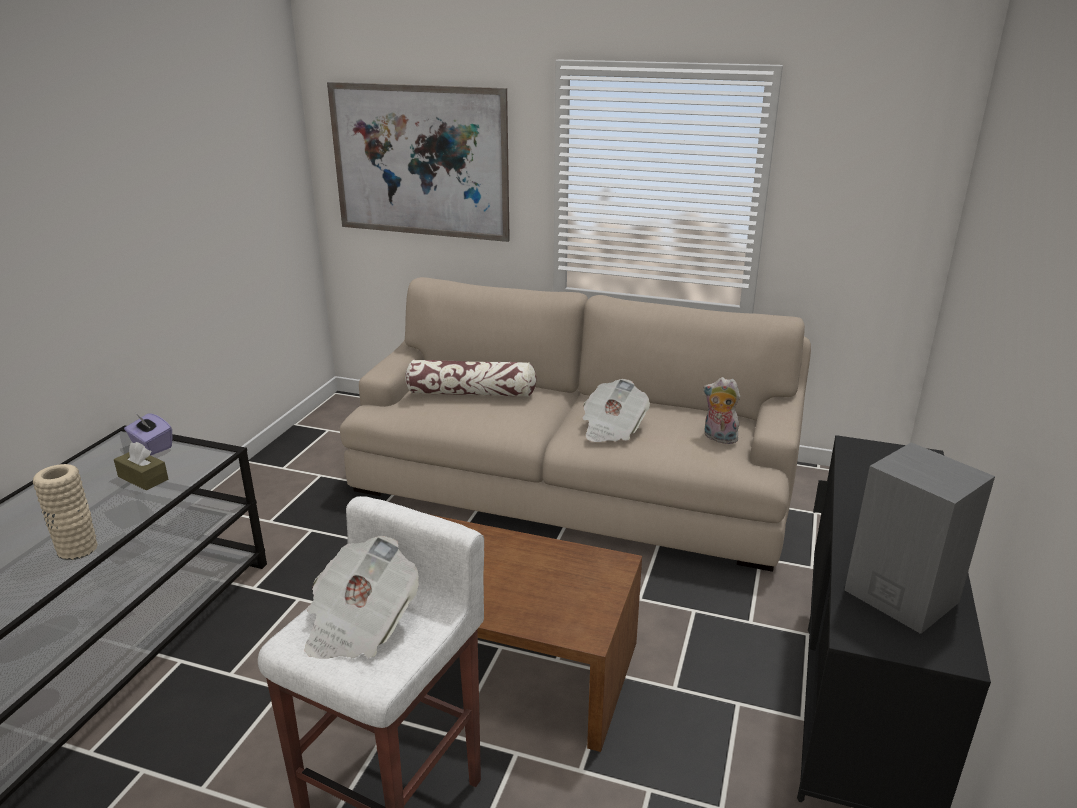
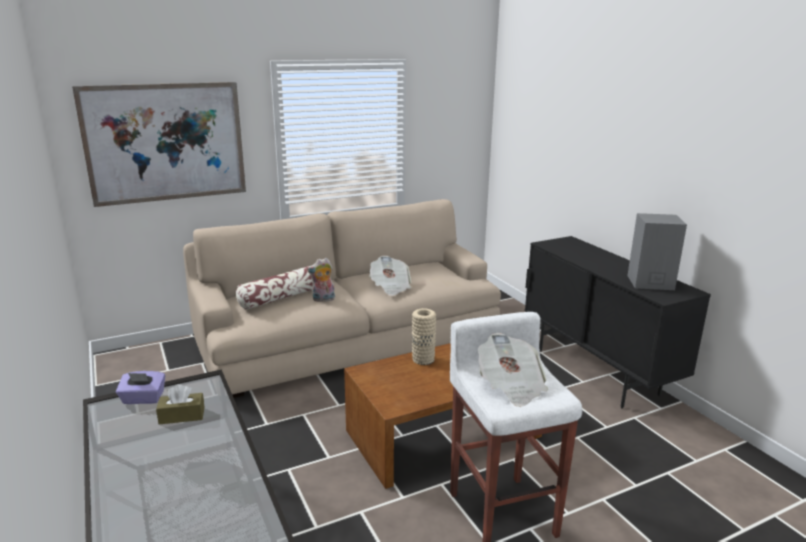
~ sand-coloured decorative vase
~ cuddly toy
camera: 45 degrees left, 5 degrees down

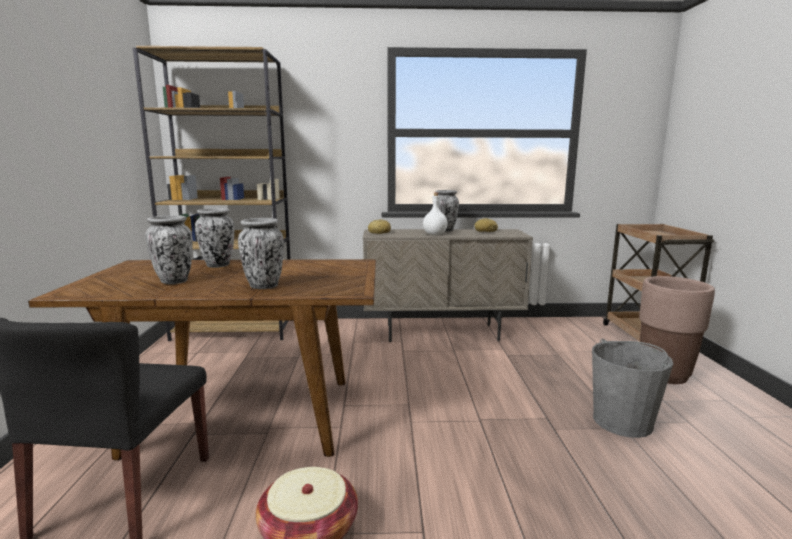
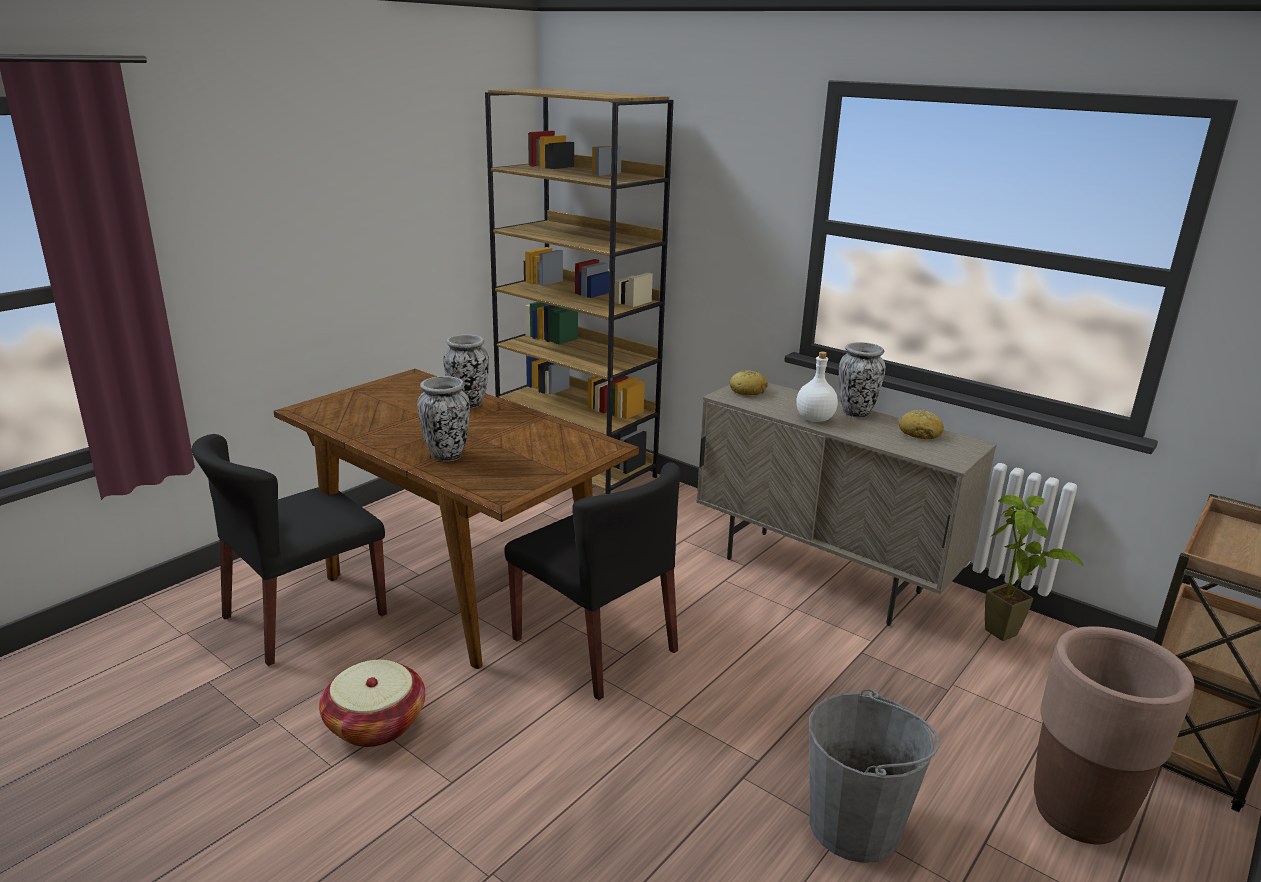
- decorative vase (no. 1 from left)
+ blackish chair (no. 2 from left)
+ plant in a pot
camera: 40 degrees right, 10 degrees up

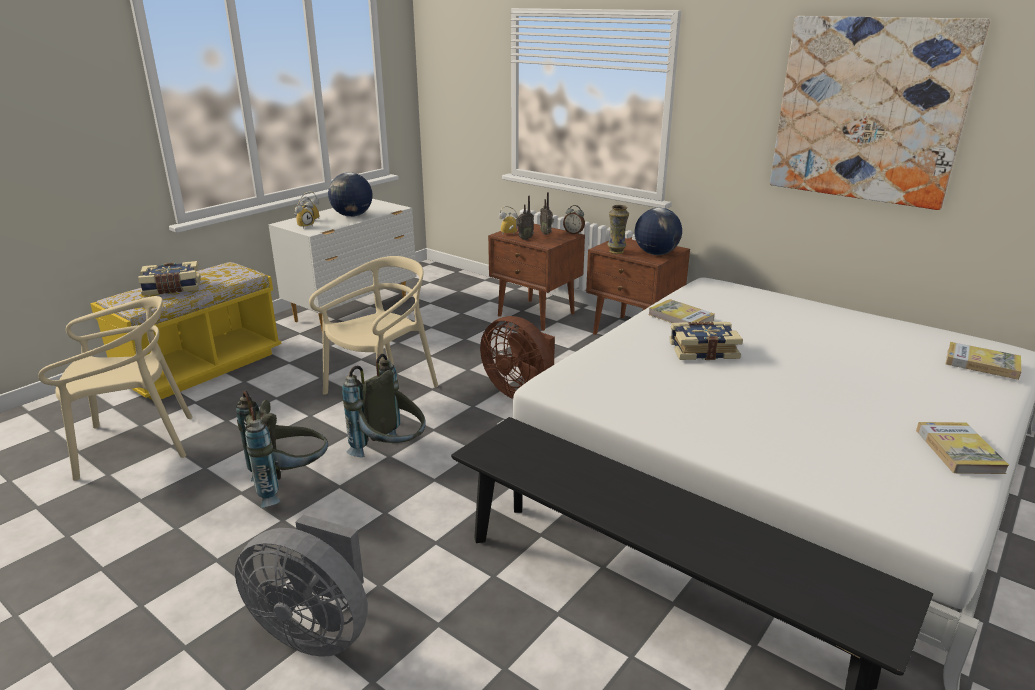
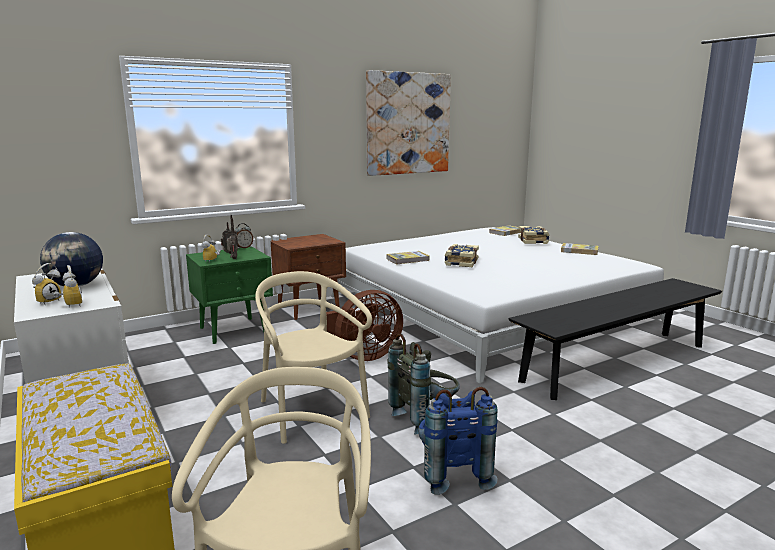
- gray electric fan
- decorative vase
- globe (no. 2 from left)
~ book (no. 1 from left in the first image) to book (no. 4 from left)
~ gray rucksack (no. 1 from left) to bluish rucksack
~ brown nightstand (no. 1 from left) to green-coloured nightstand
camera: 70 degrees left, 10 degrees down

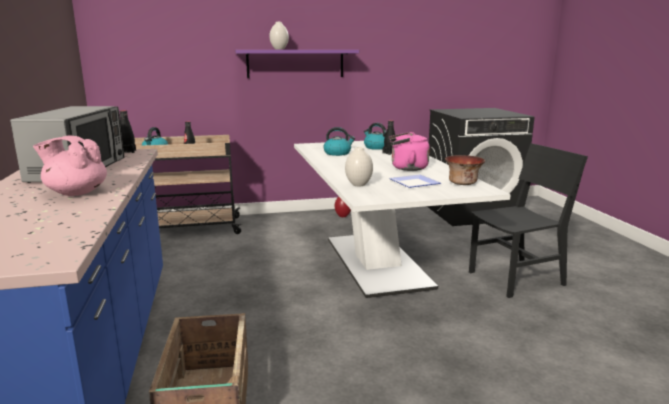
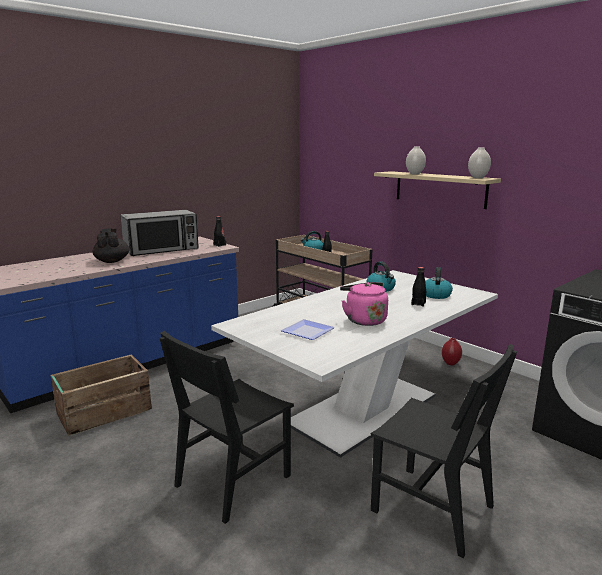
- serving bowl
+ blackish chair (no. 1 from left)
~ white-coloured decorative vase (no. 2 from left)
~ pink teapot to blackish teapot
~ purple wall shelf to sand-coloured wall shelf
camera: 60 degrees right, 0 degrees up

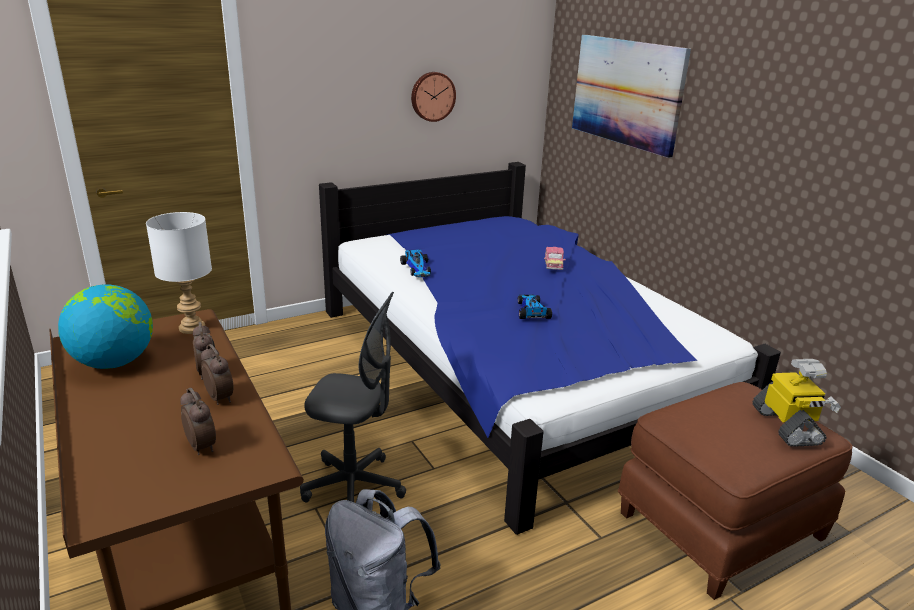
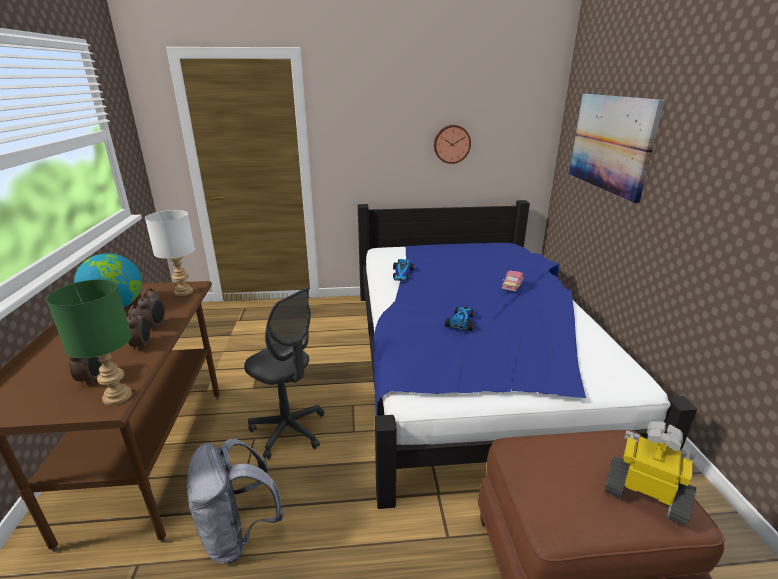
+ green-coloured tabletop lamp
~ robot figure 75 degrees counterclockwise
camera: 25 degrees right, 0 degrees up

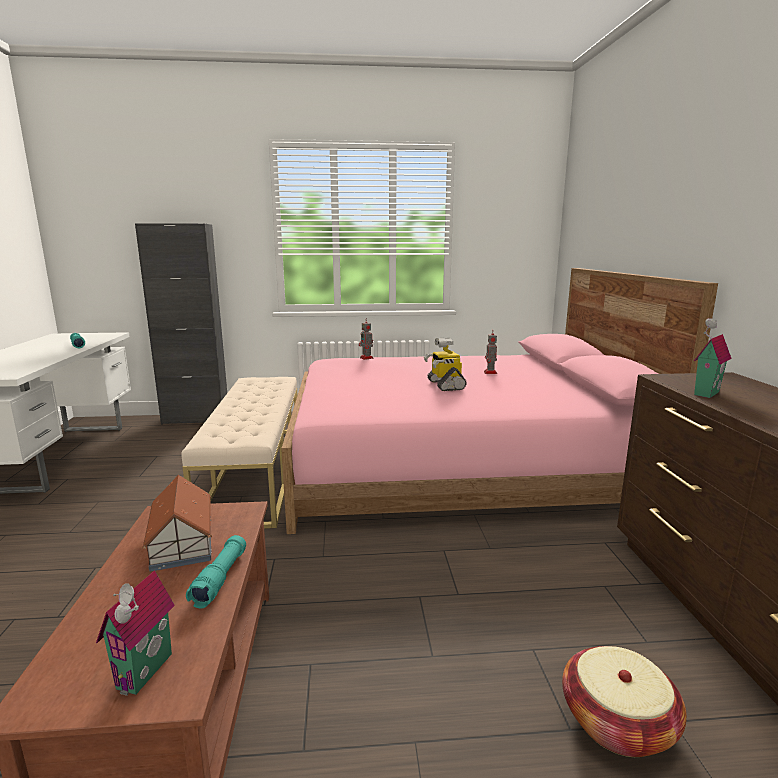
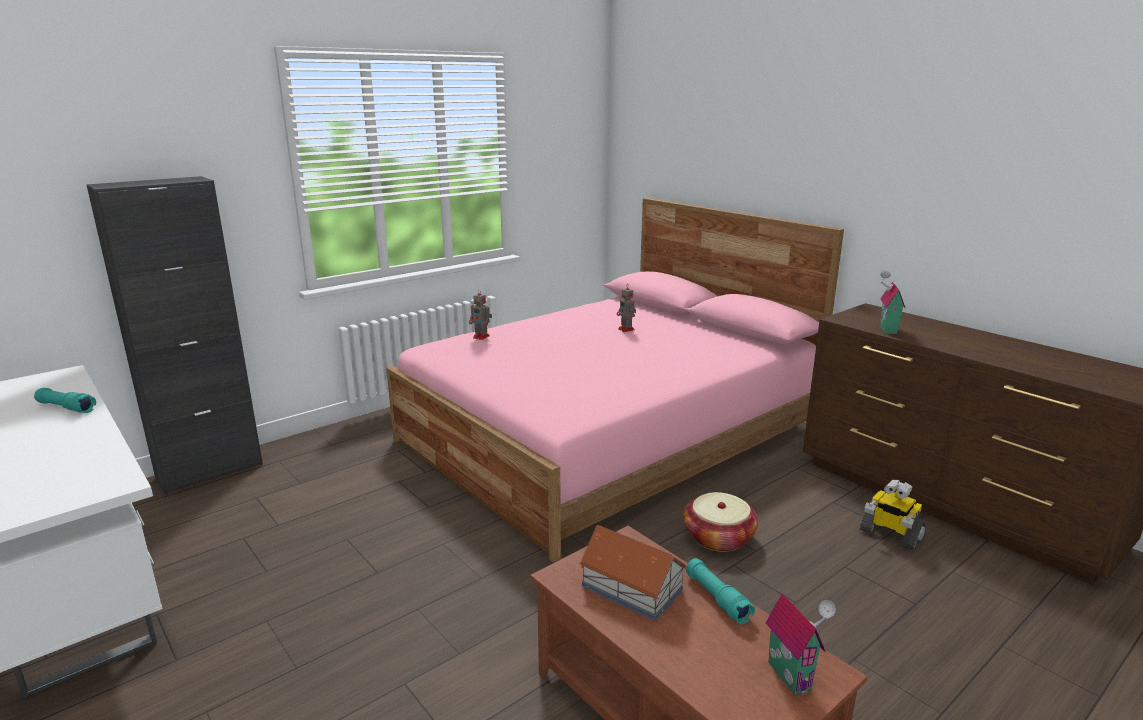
- sand-coloured long seat
~ robot figure (no. 2 from left in the first image) to robot figure (no. 3 from left)
~ household basket
camera: 35 degrees left, 5 degrees up

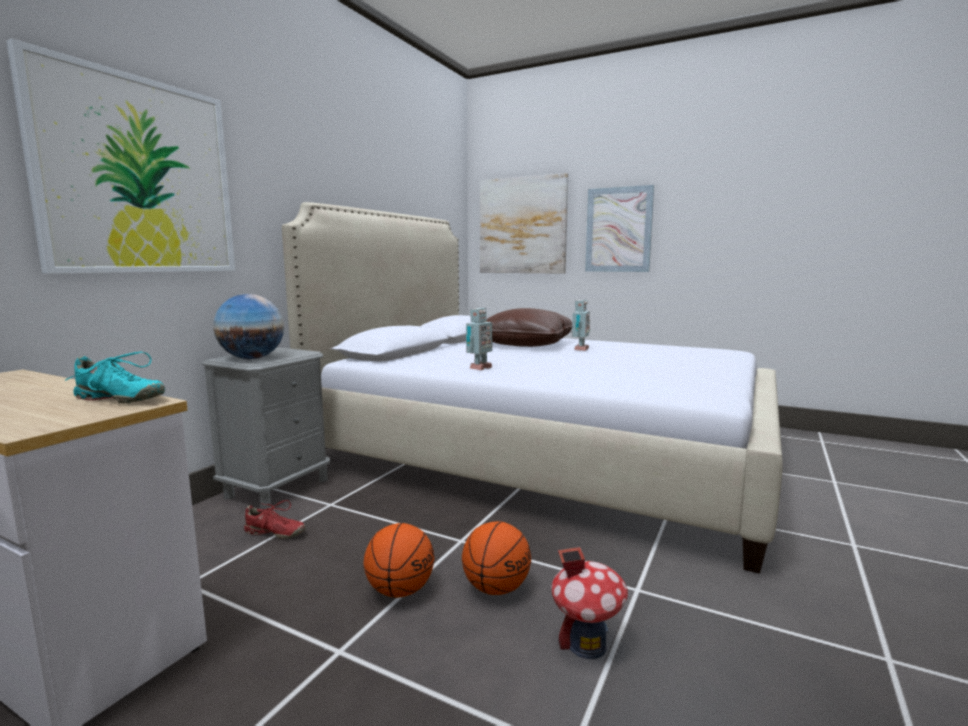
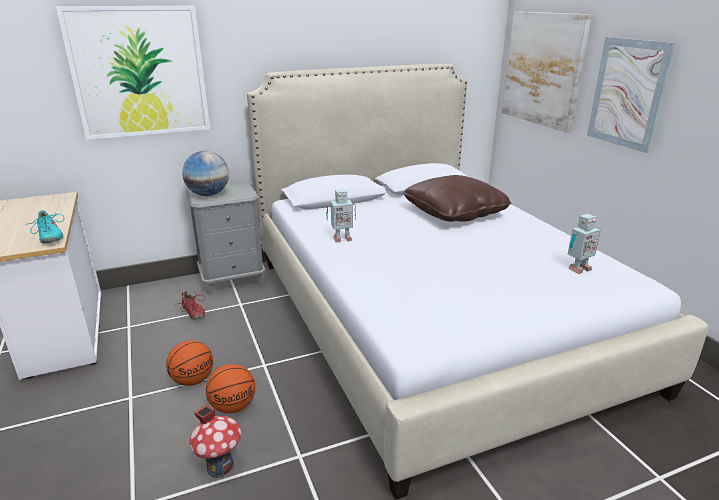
~ robot figure (no. 2 from left)
camera: 40 degrees right, 15 degrees up

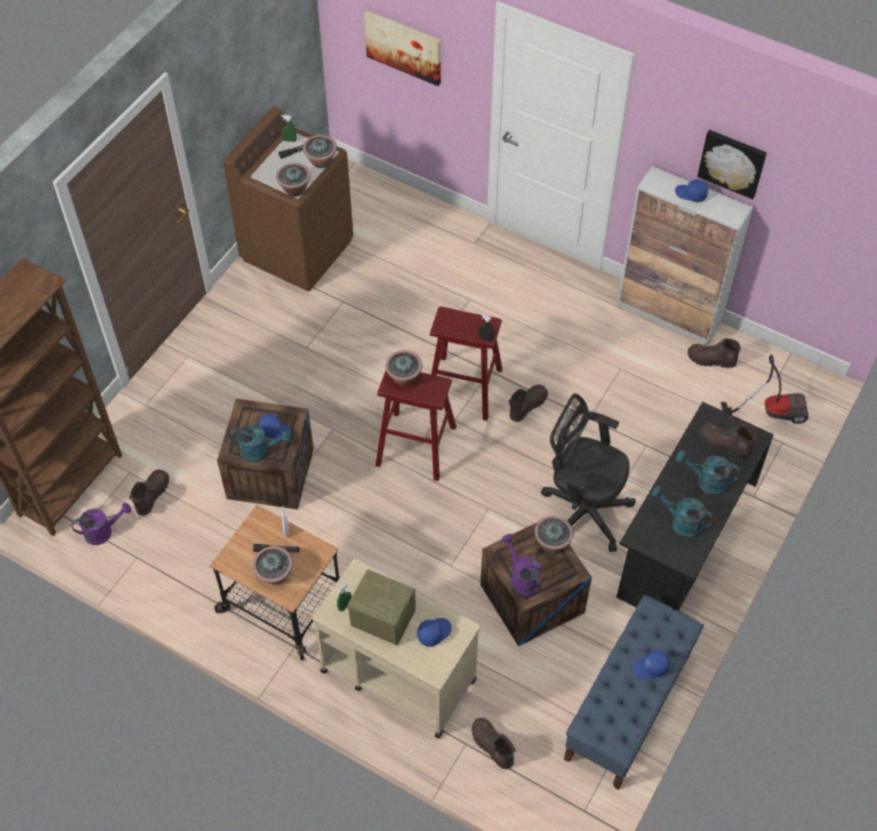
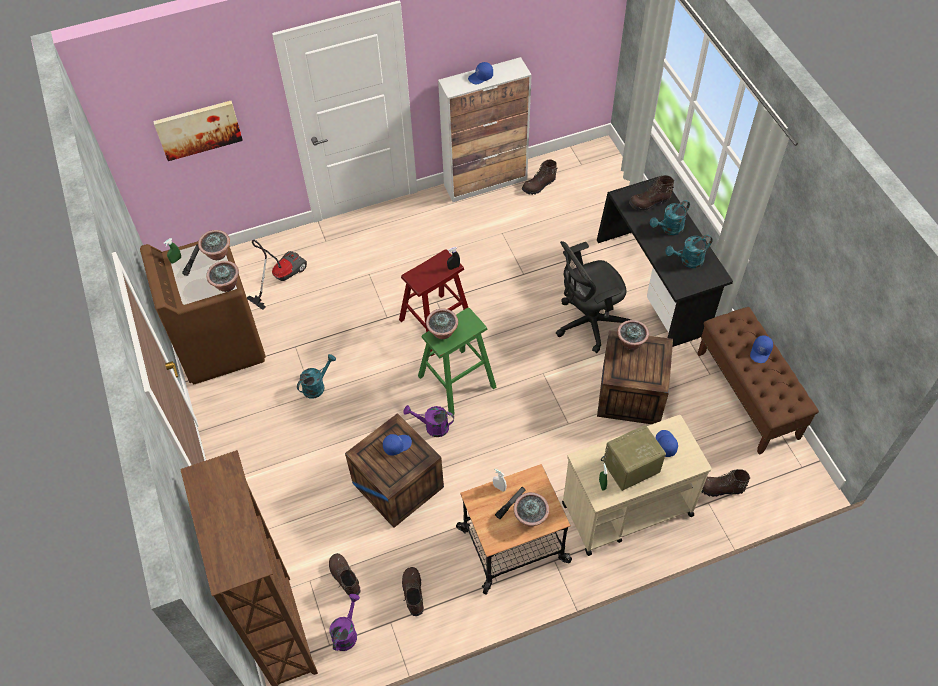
- wall picture (no. 2 from left)
~ turquoise sprinkling can (no. 1 from left)
~ purple sprinkling can (no. 2 from left)
~ brown tall boot (no. 3 from left in the first image) to brown tall boot (no. 2 from left)
~ vacuum
~ red stool (no. 1 from left) to green-coloured stool
~ bluish long seat to brown long seat
camera: 50 degrees left, 0 degrees up

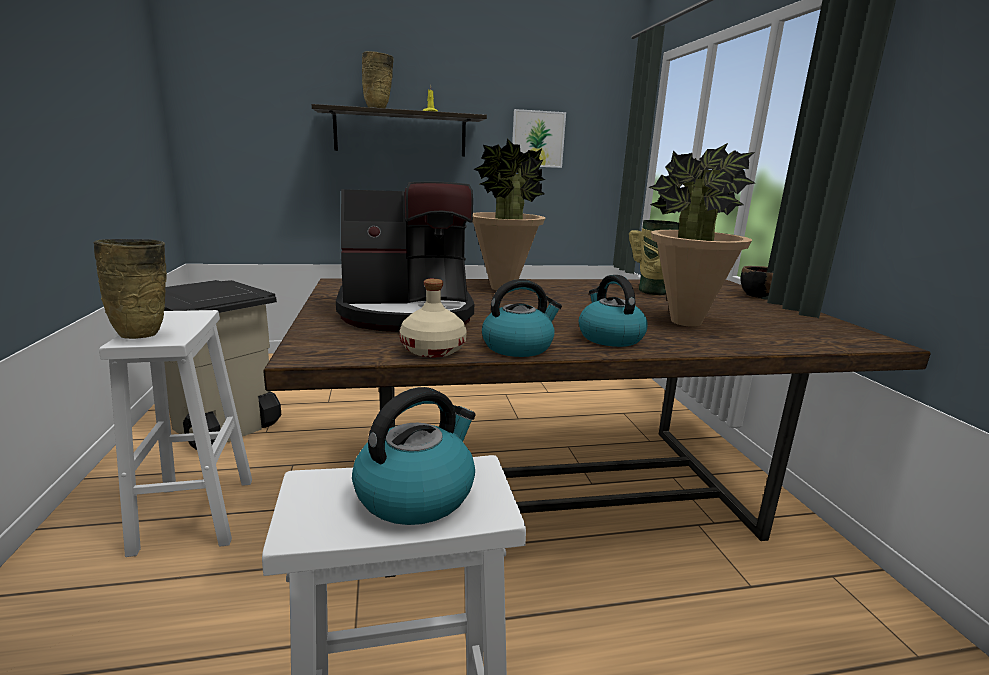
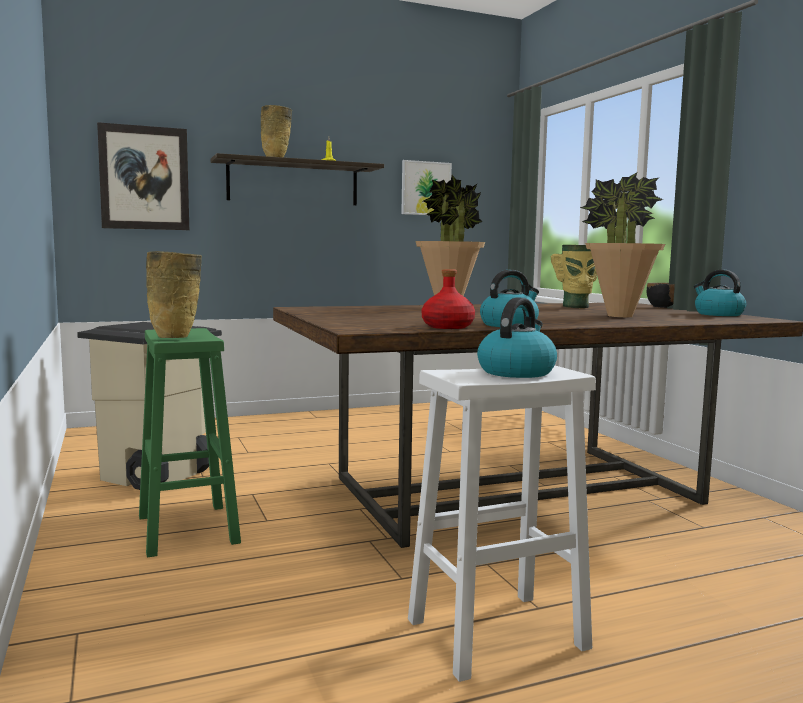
- coffee machine
+ wall picture (no. 1 from left)
~ water kettle (no. 3 from left)
~ white-coloured stool (no. 1 from left) to green-coloured stool
~ sand-coloured beverage bottle to red beverage bottle
camera: 10 degrees left, 10 degrees down

